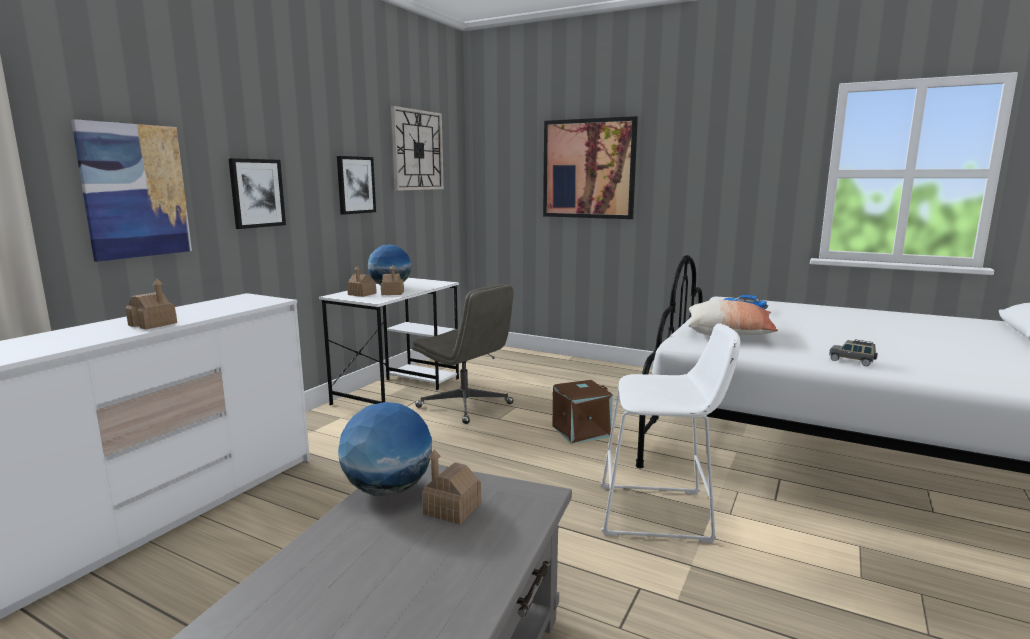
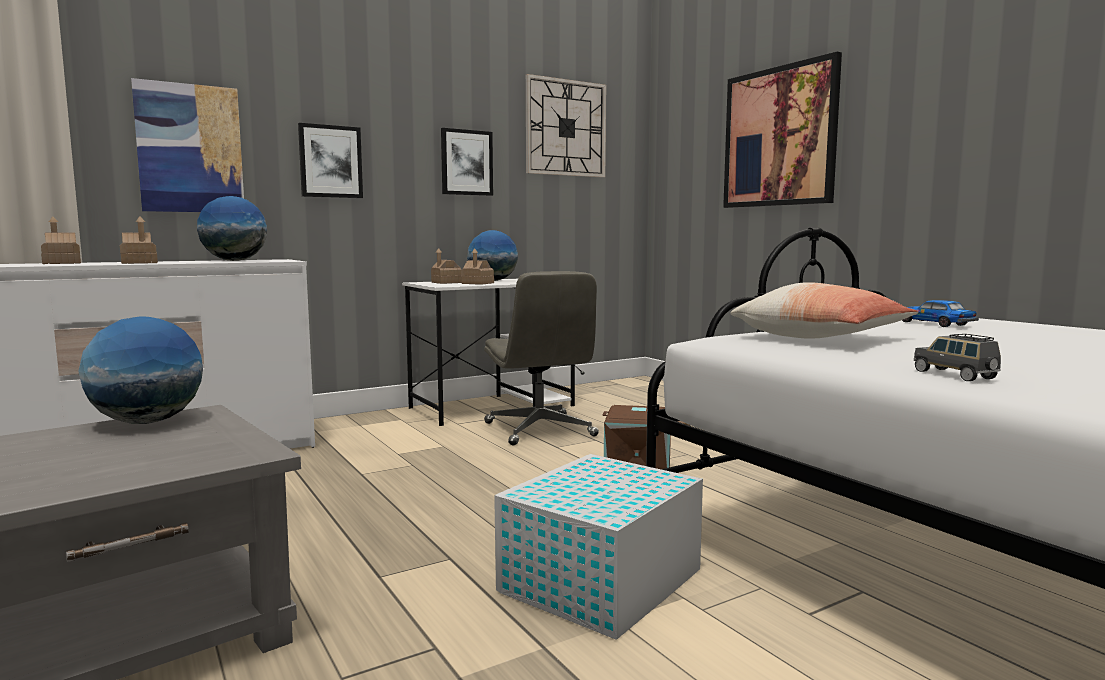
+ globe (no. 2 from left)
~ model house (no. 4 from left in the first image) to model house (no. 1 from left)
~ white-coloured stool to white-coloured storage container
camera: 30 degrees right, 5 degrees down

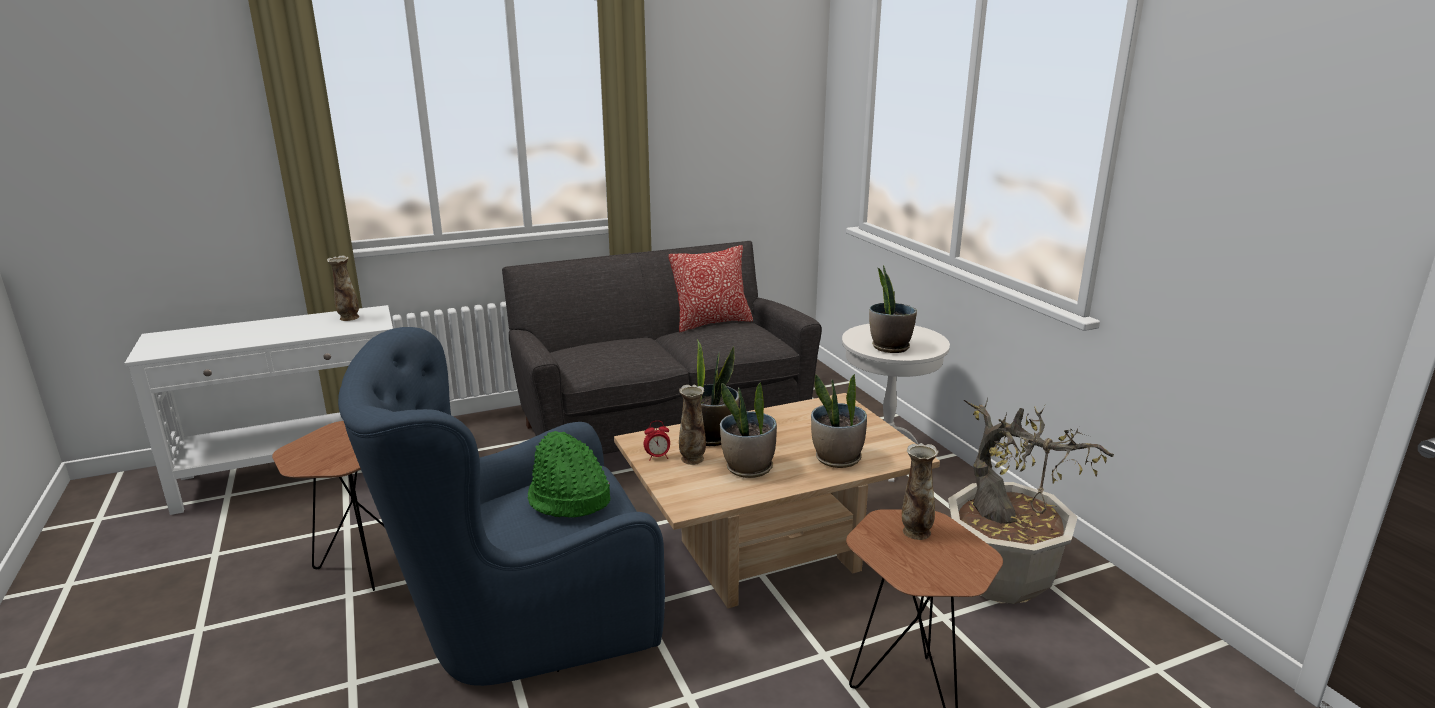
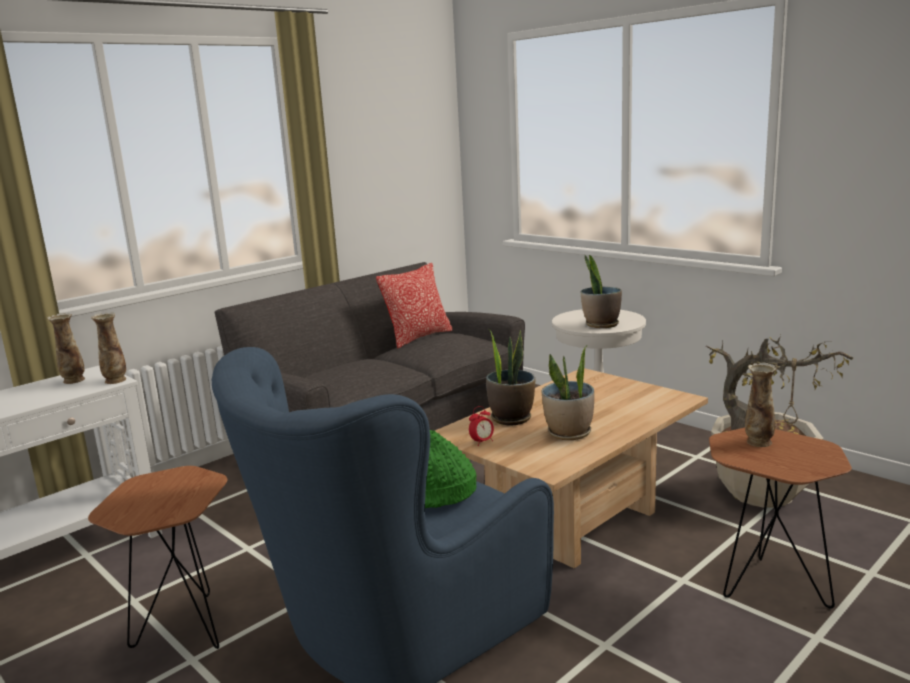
- plant in a pot (no. 3 from left)
~ decorative vase (no. 2 from left)
camera: 20 degrees left, 5 degrees down

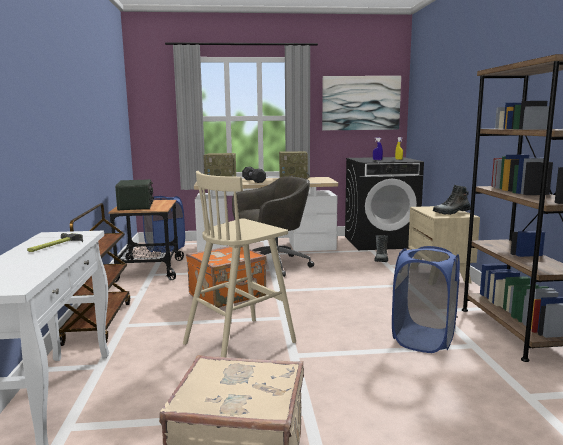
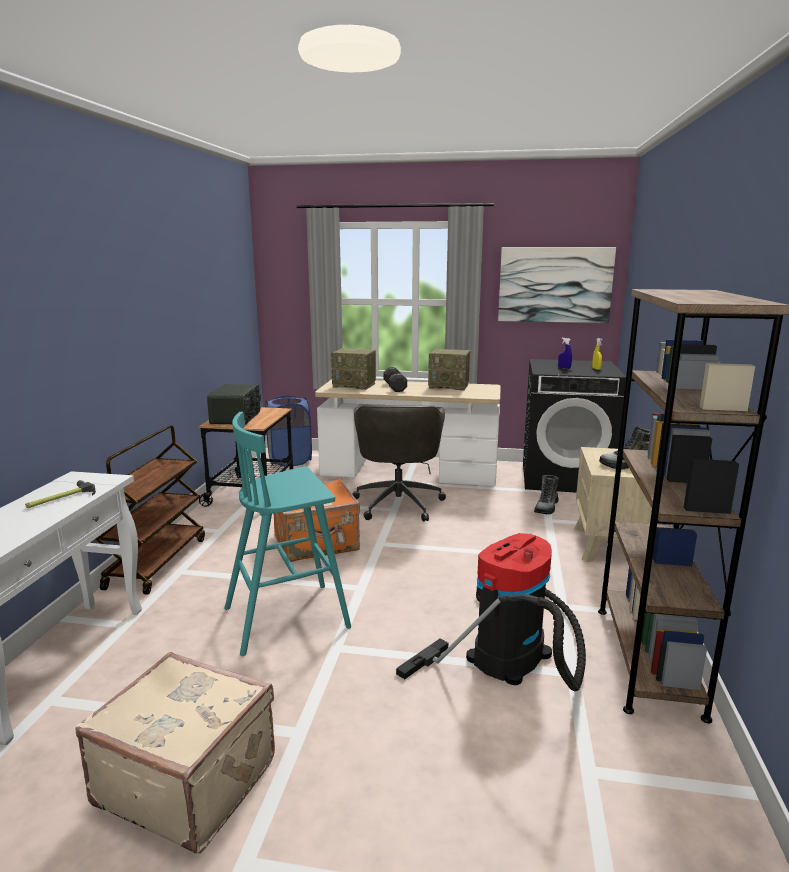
~ bluish washing basket (no. 2 from left) to vacuum
~ sand-coloured stool to turquoise stool
~ gray office chair 105 degrees clockwise
camera: 15 degrees right, 5 degrees up

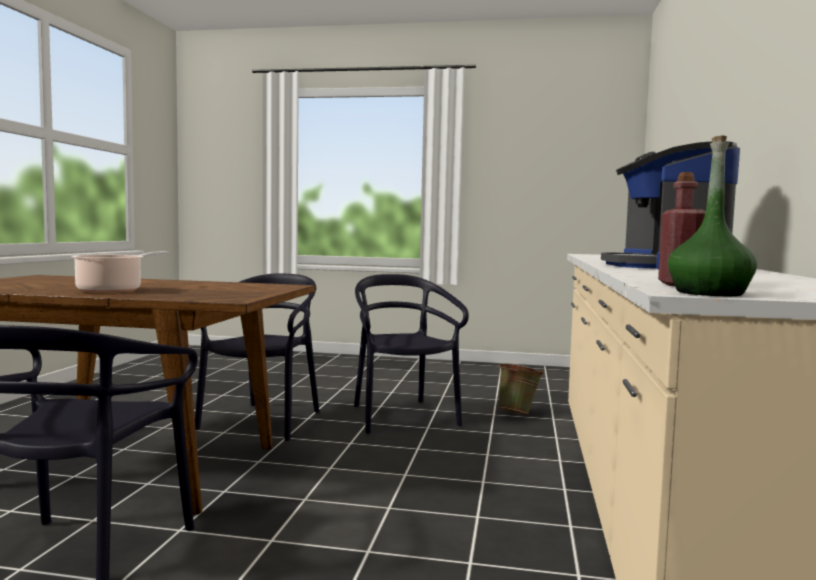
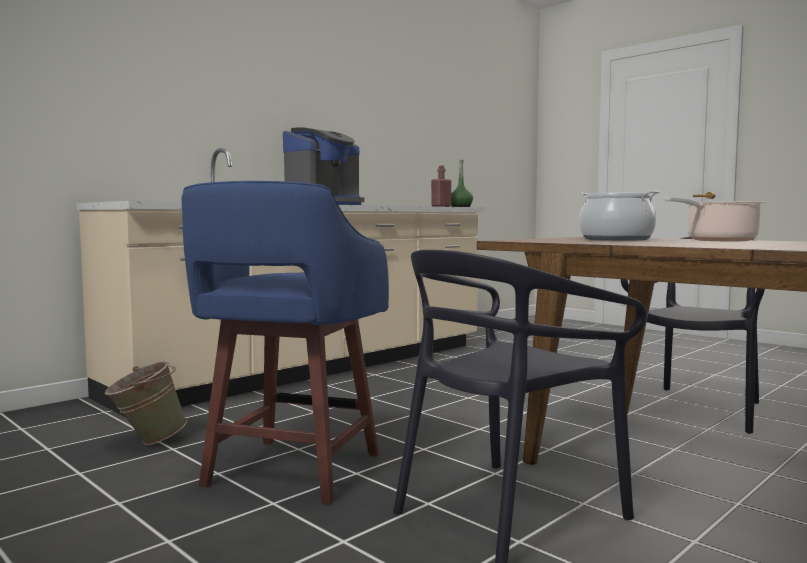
+ saucepot (no. 1 from left)
~ blackish chair (no. 3 from left) to bluish stool
camera: 145 degrees left, 0 degrees up

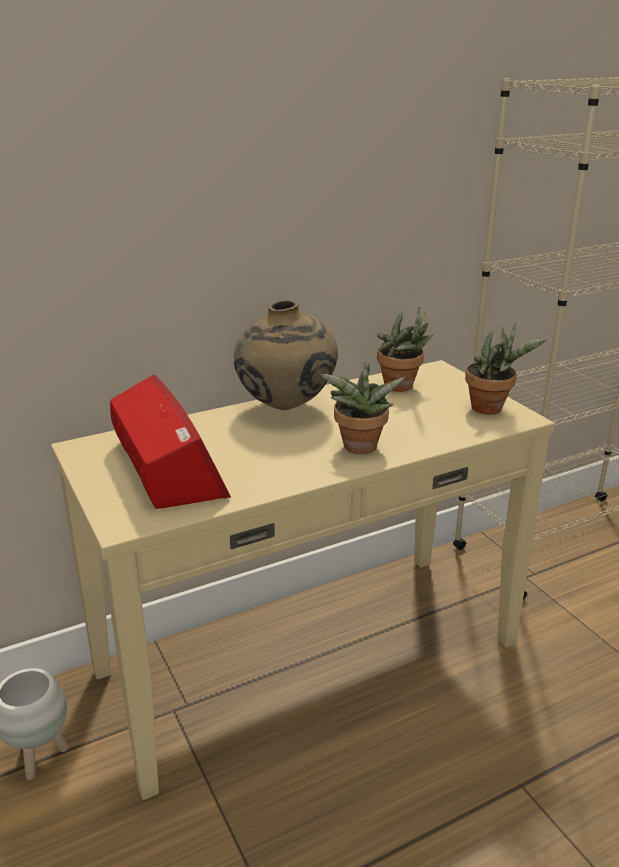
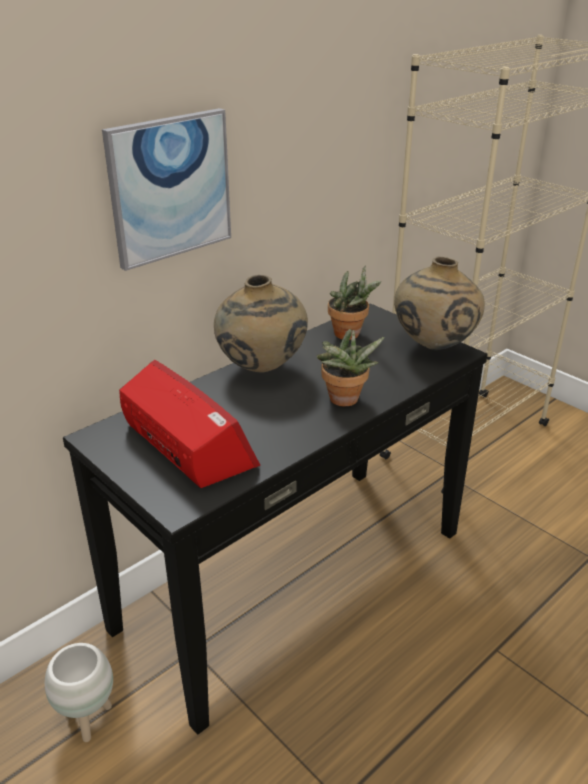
+ wall picture
~ plant in a pot (no. 3 from left) to sand-coloured decorative vase (no. 2 from left)
~ sand-coloured console table to blackish console table
camera: 15 degrees left, 5 degrees up

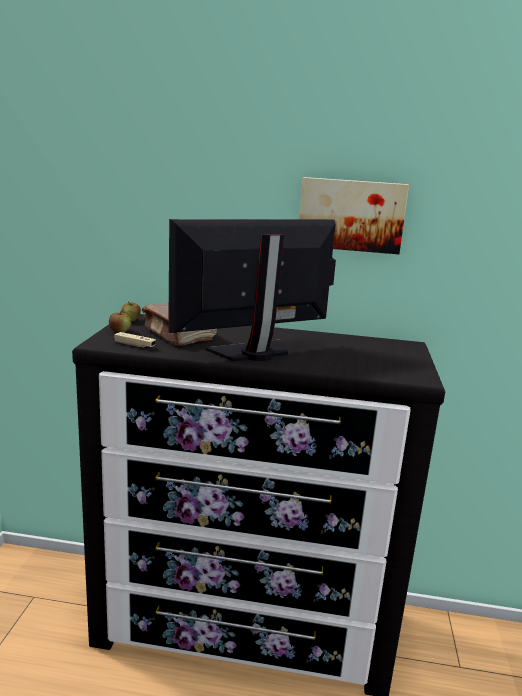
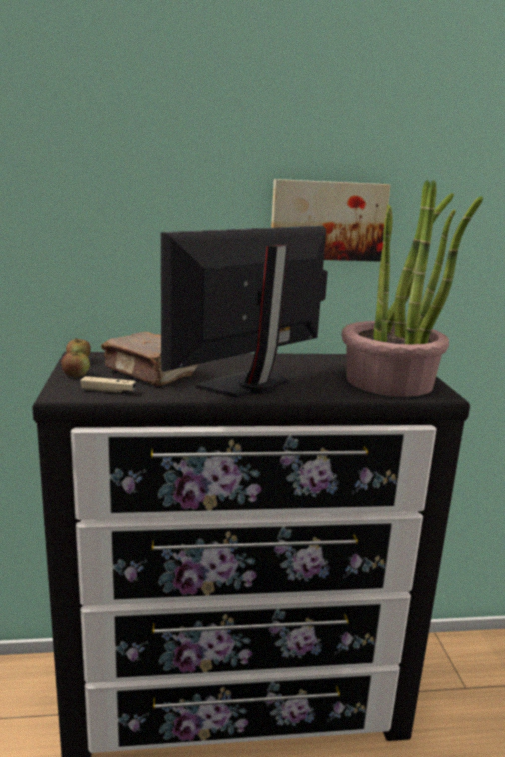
+ plant in a pot
camera: 15 degrees left, 0 degrees up

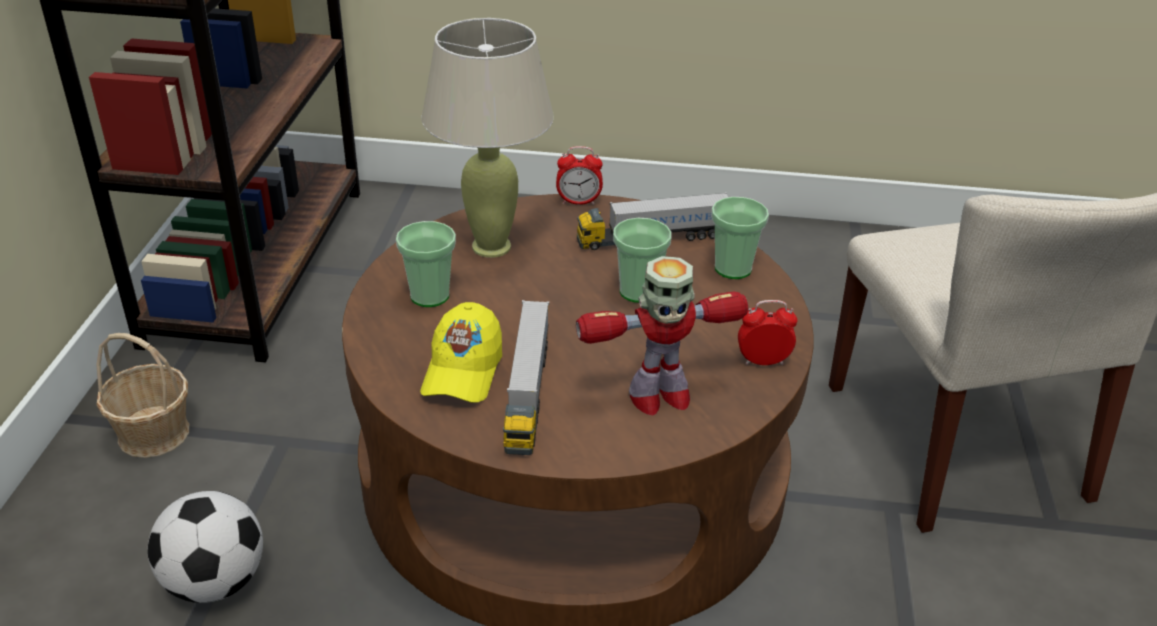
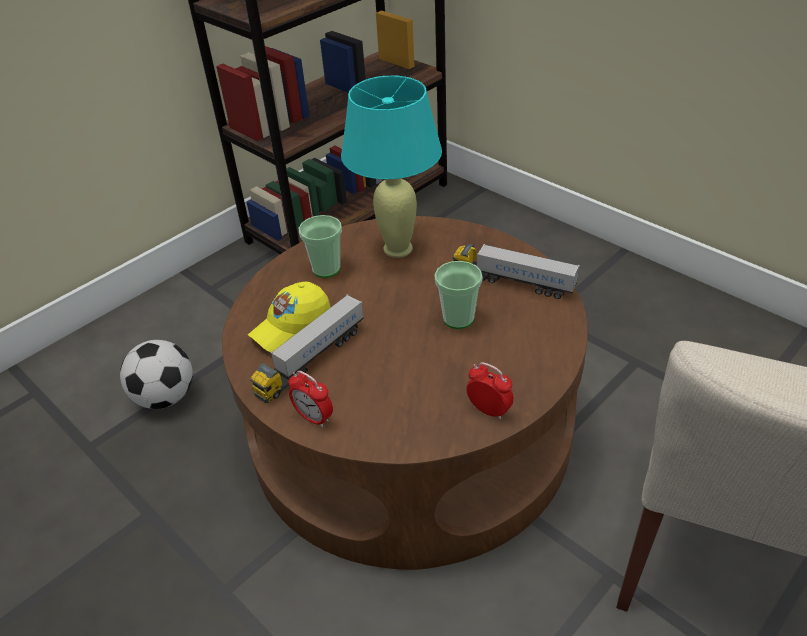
- household basket
- robot figure
- small cup (no. 3 from left)
~ alarm clock (no. 1 from left)
~ sand-coloured tabletop lamp to turquoise tabletop lamp
camera: 40 degrees right, 5 degrees up

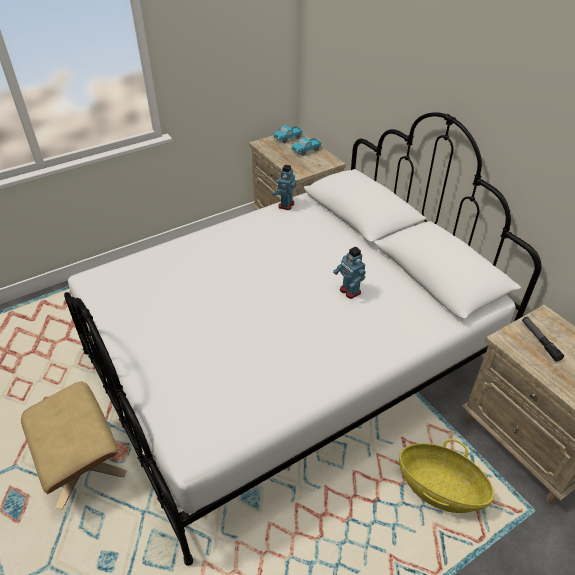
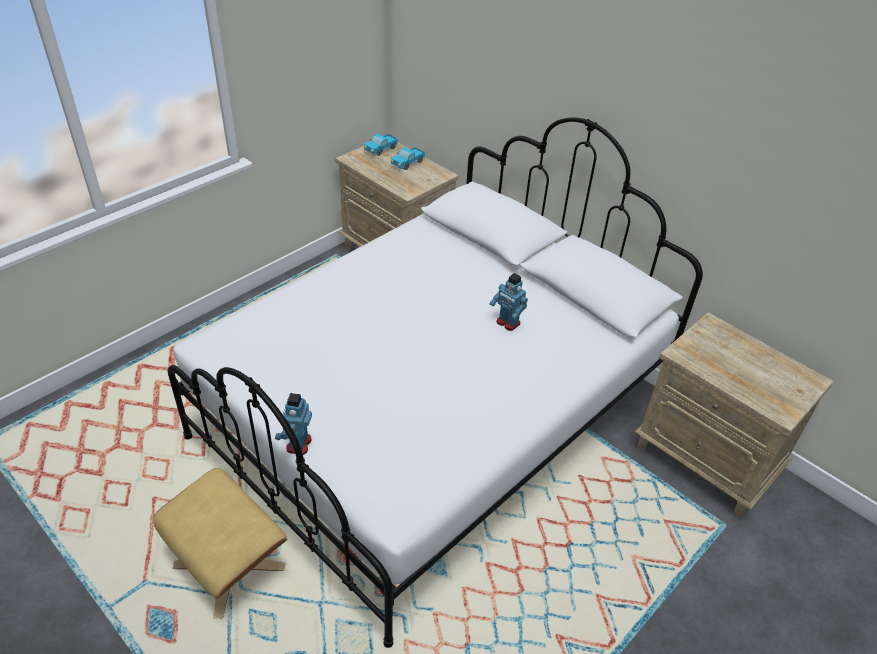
- household basket
- hand torch
~ robot figure (no. 1 from left)
camera: 15 degrees left, 0 degrees up

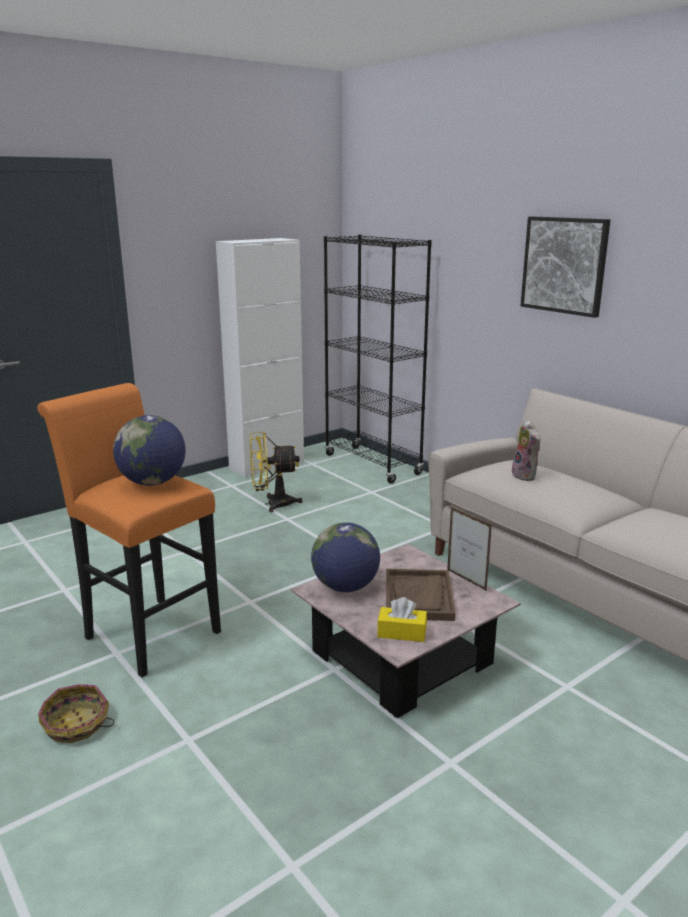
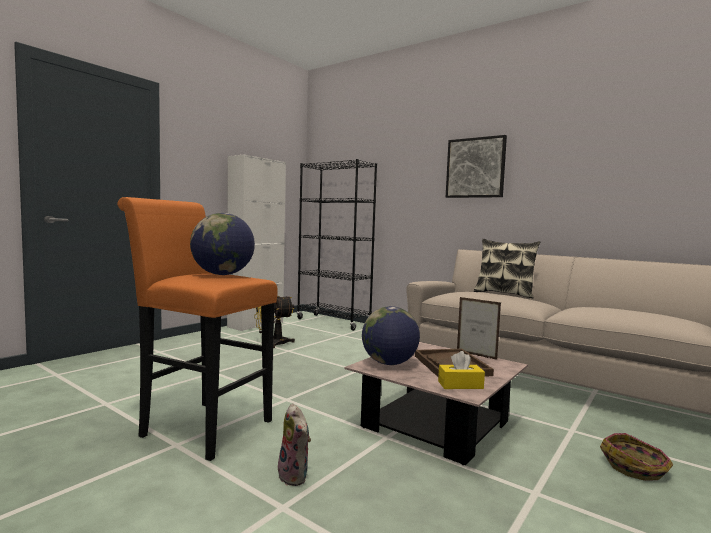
+ throw pillow
~ household basket
~ cuddly toy
camera: 15 degrees left, 15 degrees down

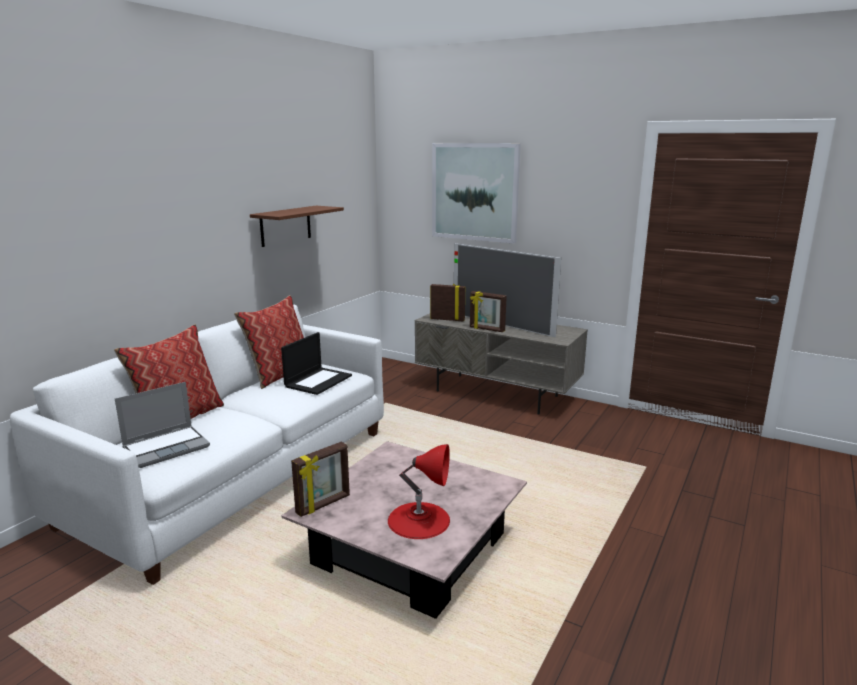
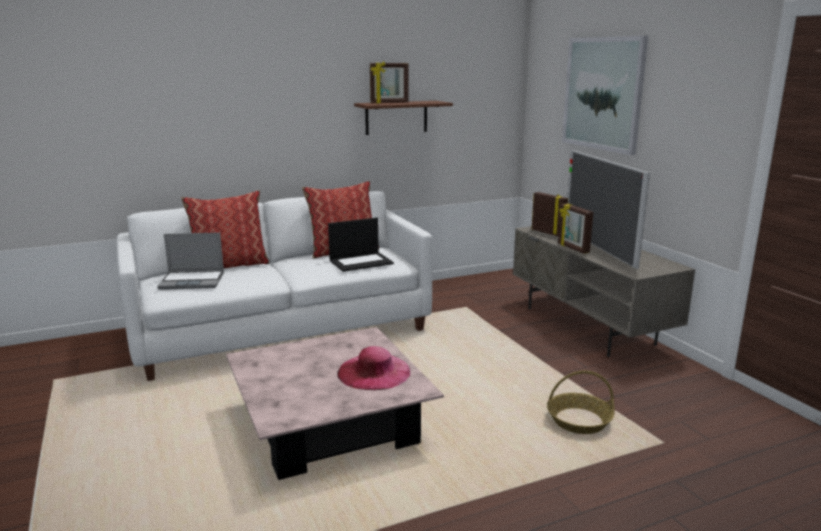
- red tabletop lamp
+ pink wearable hat
+ household basket
~ picture frame (no. 1 from left)
camera: 35 degrees right, 0 degrees up

